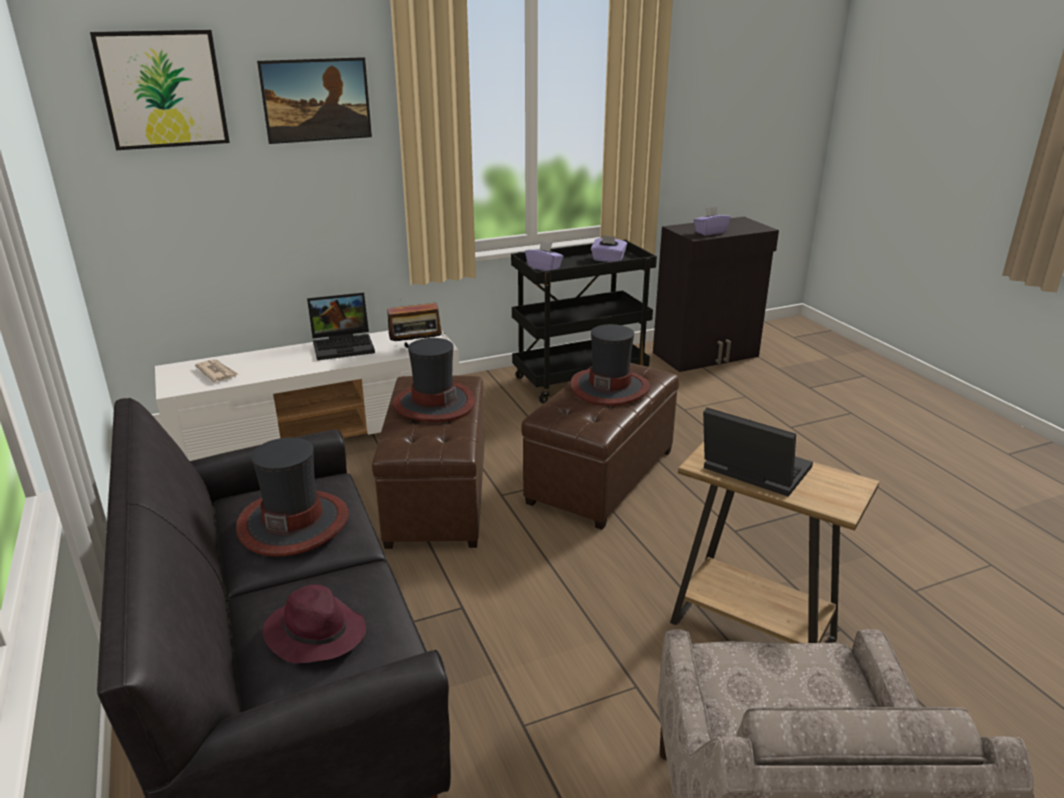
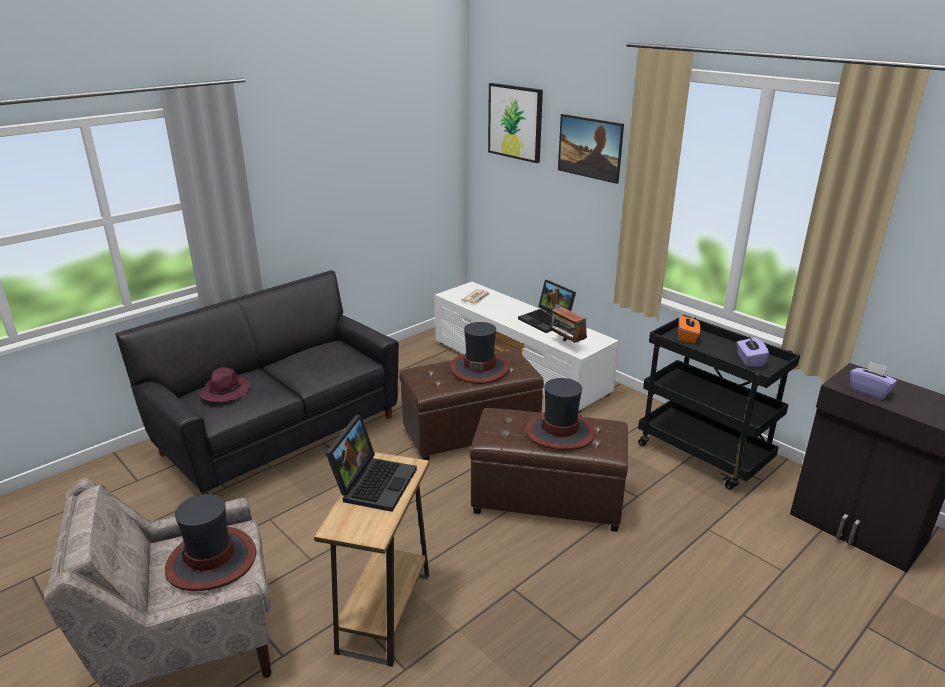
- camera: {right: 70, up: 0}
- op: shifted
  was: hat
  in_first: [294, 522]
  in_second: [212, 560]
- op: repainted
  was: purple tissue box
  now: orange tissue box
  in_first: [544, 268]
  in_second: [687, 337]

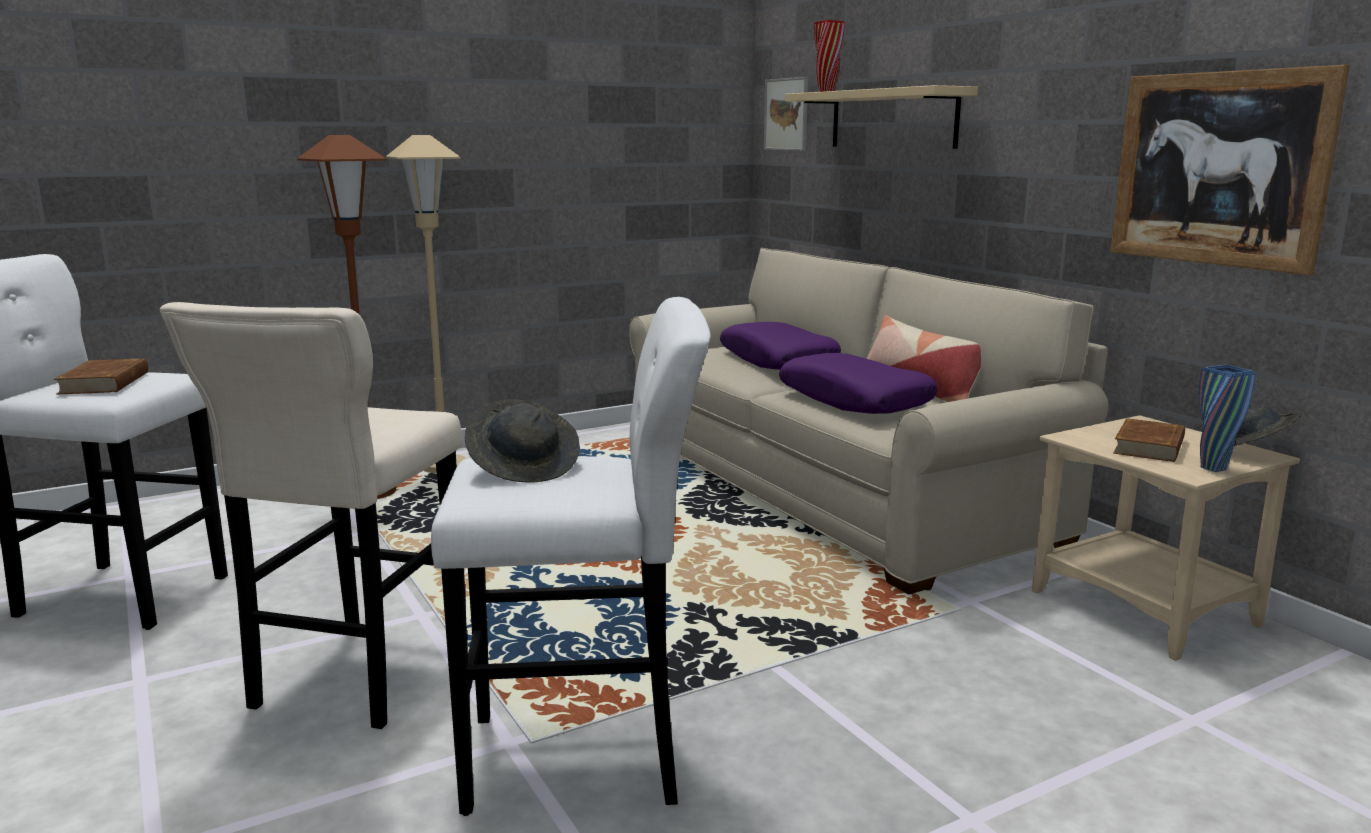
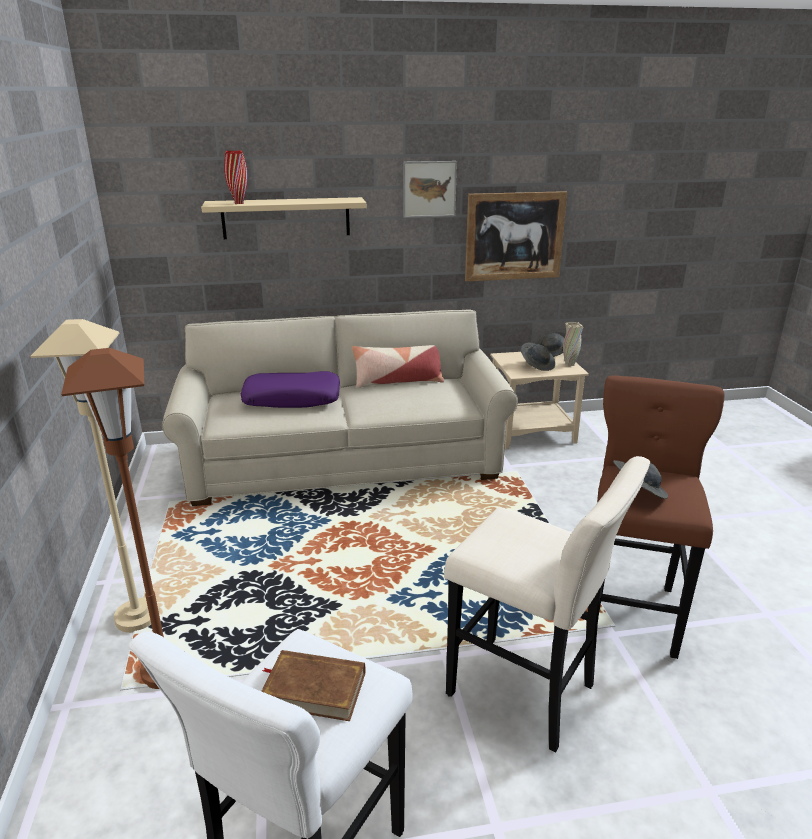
- camera: {right: -70, up: 10}
- op: gone
  was: purple pillow
  in_first: [855, 400]
- op: shifted
  was: picture
  in_first: [786, 114]
  in_second: [429, 189]
- op: swapped
  was: brown book
  now: grey hat
  in_first: [1149, 446]
  in_second: [537, 365]
- op: repainted
  was: white stool
  now: brown stool
  in_first: [586, 758]
  in_second: [630, 609]
- op: repainted
  was: blue vase
  now: beige vase
  in_first: [1213, 468]
  in_second: [569, 364]

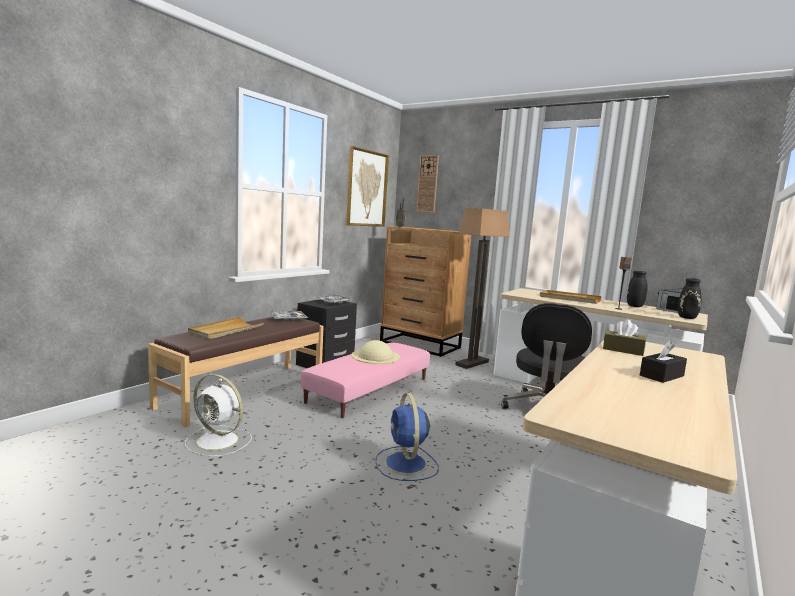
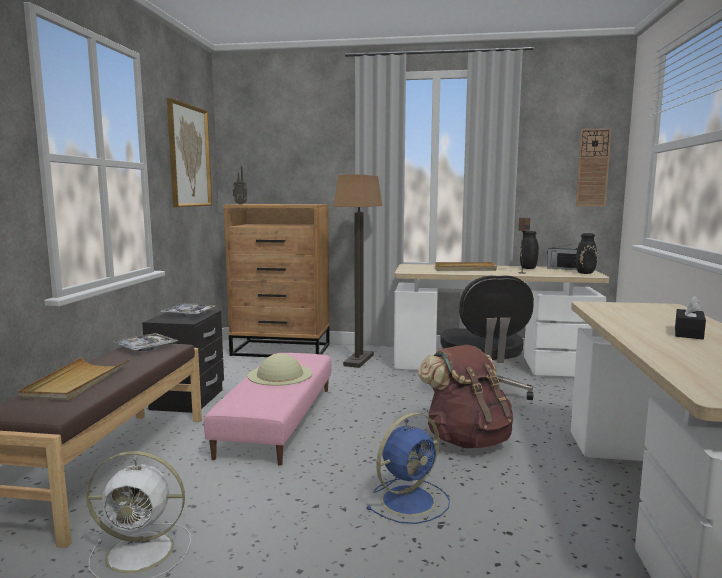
- camera: {right: -25, up: 0}
- op: gone
  was: brown tissue box
  in_first: [623, 350]
- op: new
  now: brown backpack
  in_second: [467, 440]
- op: shifted
  was: wall clock
  in_first: [427, 184]
  in_second: [592, 168]
- op: rotated
  was: blue fan
  in_first: [406, 464]
  in_second: [410, 500]
  clockwise: -90

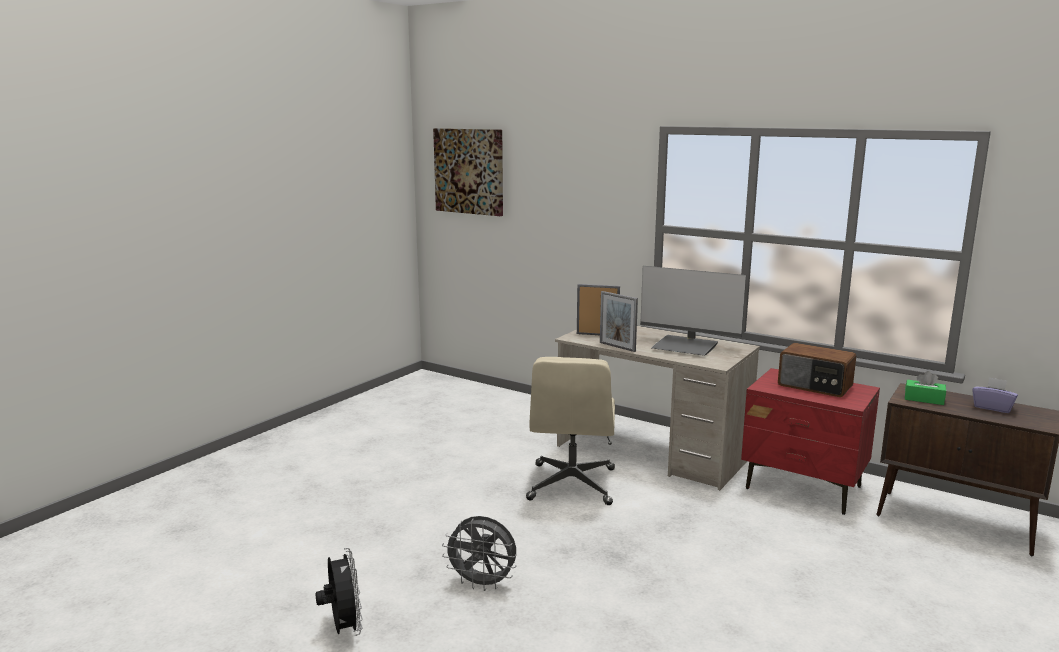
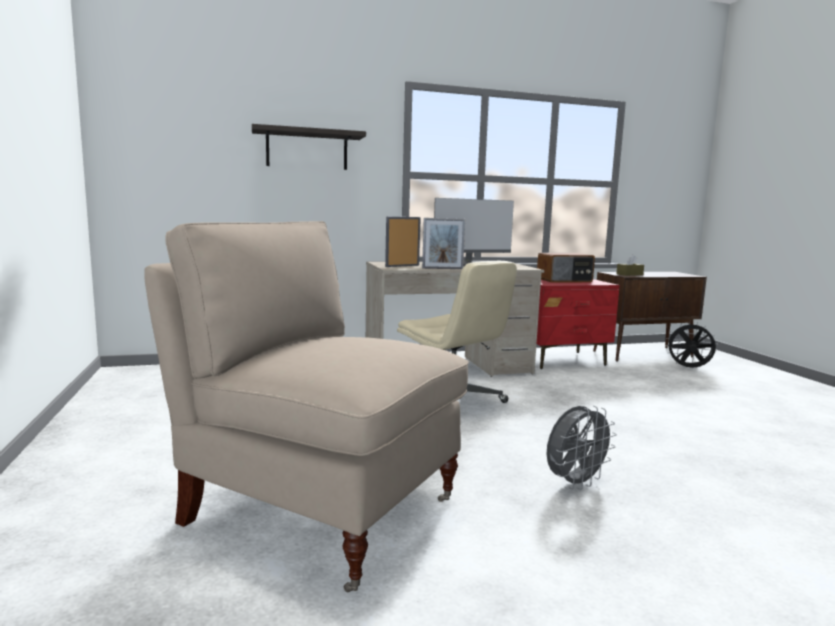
- camera: {right: -50, up: -5}
- op: gone
  was: picture
  in_first: [469, 171]
- op: gone
  was: purple tissue box
  in_first: [992, 407]
- op: new
  now: beige chair
  in_second: [317, 510]
- op: new
  now: shelf
  in_second: [307, 150]
- op: shifted
  was: black fan
  in_first: [343, 629]
  in_second: [688, 368]
- op: repainted
  was: green tissue box
  now: brown tissue box
  in_first: [924, 399]
  in_second: [629, 274]

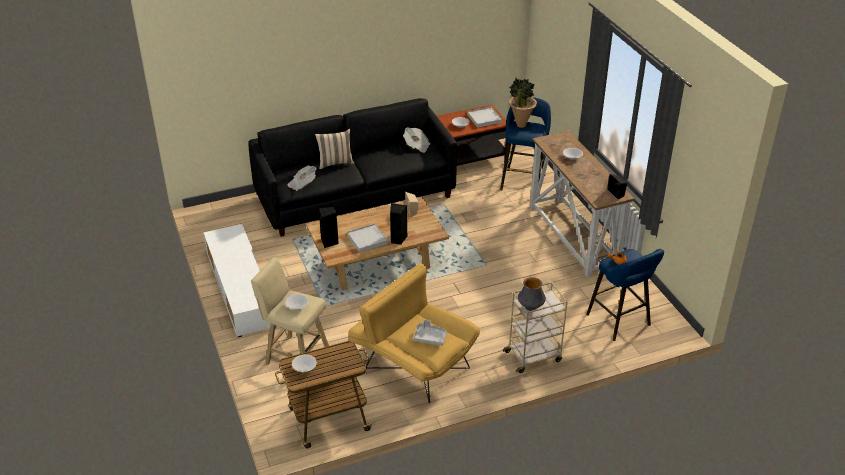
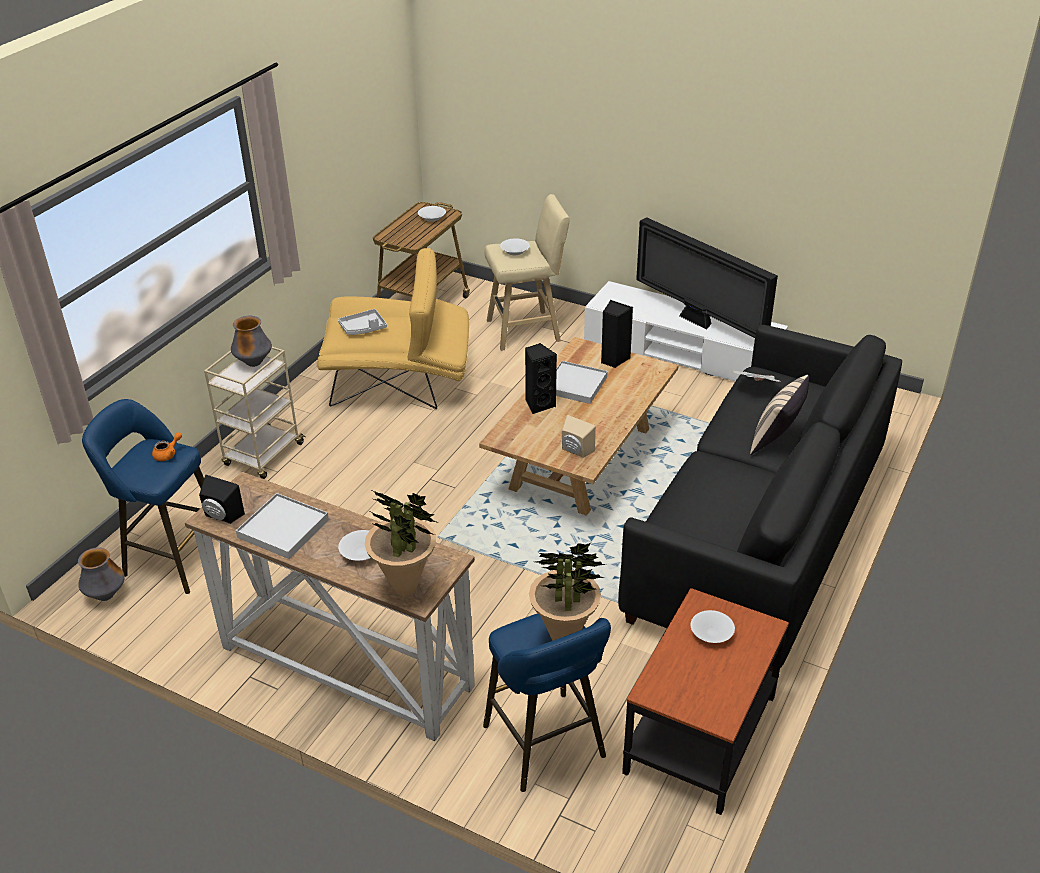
- camera: {right: 140, up: 0}
- op: gone
  was: newspaper
  in_first: [416, 146]
- op: new
  now: vase
  in_second: [106, 595]
- op: new
  now: potted plant
  in_second: [406, 588]
- op: new
  now: television
  in_second: [698, 322]
- op: shifted
  was: white tray
  in_first: [484, 118]
  in_second: [283, 528]

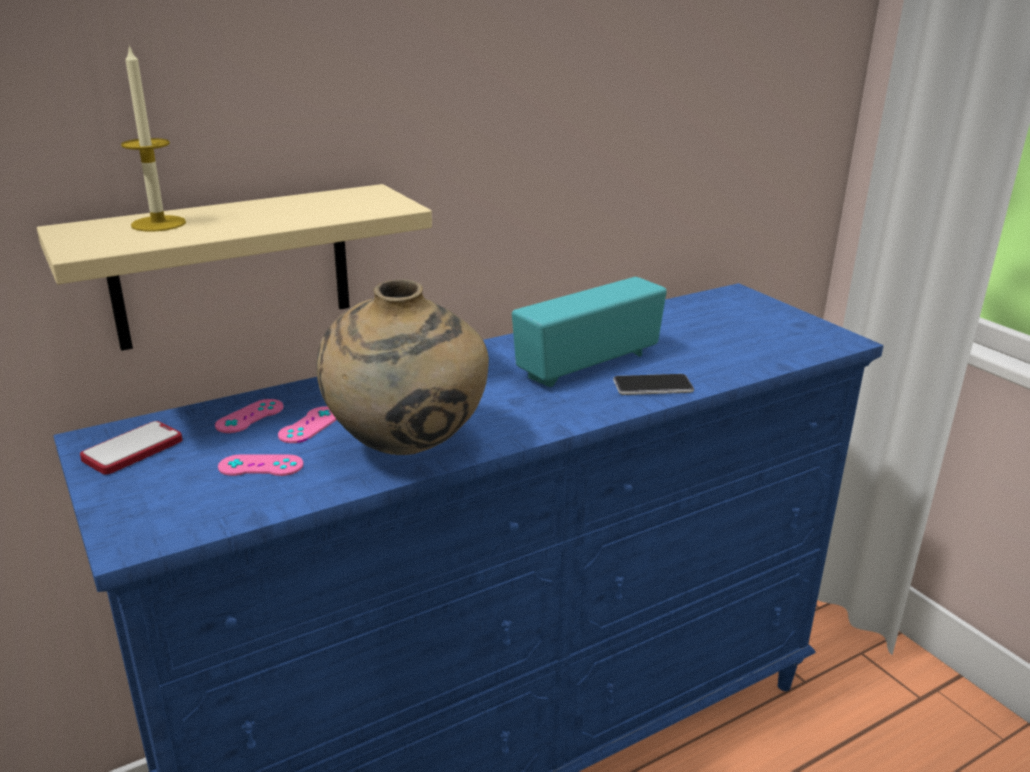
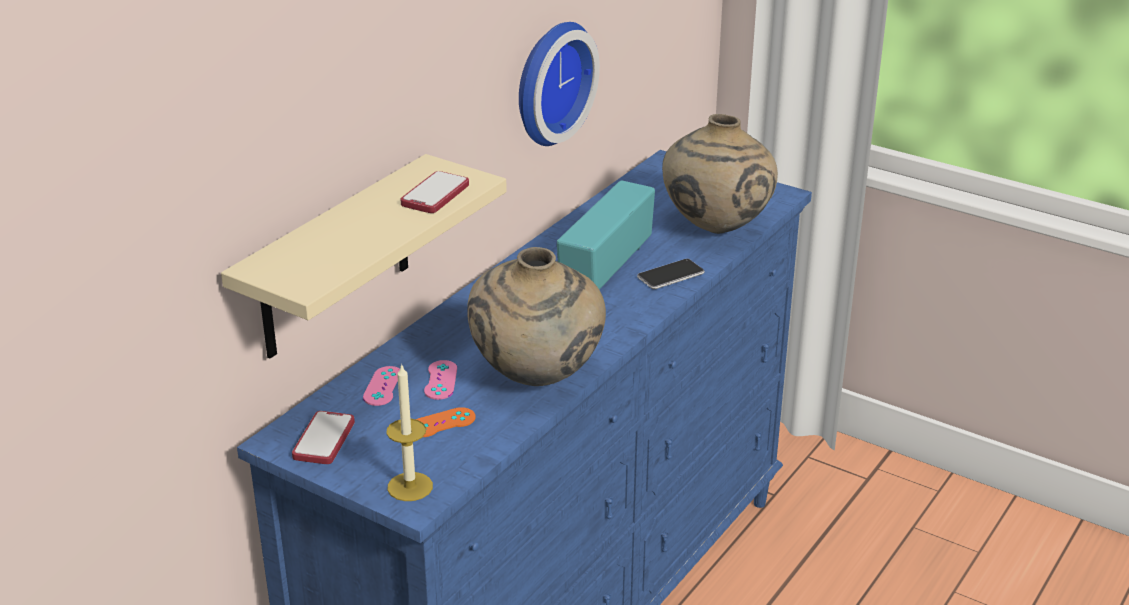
- camera: {right: -25, up: 5}
- op: new
  now: phone
  in_second: [435, 195]
- op: new
  now: wall clock
  in_second: [548, 81]
- op: new
  now: beige vase
  in_second: [715, 230]
- op: shifted
  was: candle
  in_first: [158, 224]
  in_second: [410, 486]
- op: repainted
  was: pink game controller
  now: orange game controller
  in_first: [261, 466]
  in_second: [442, 423]

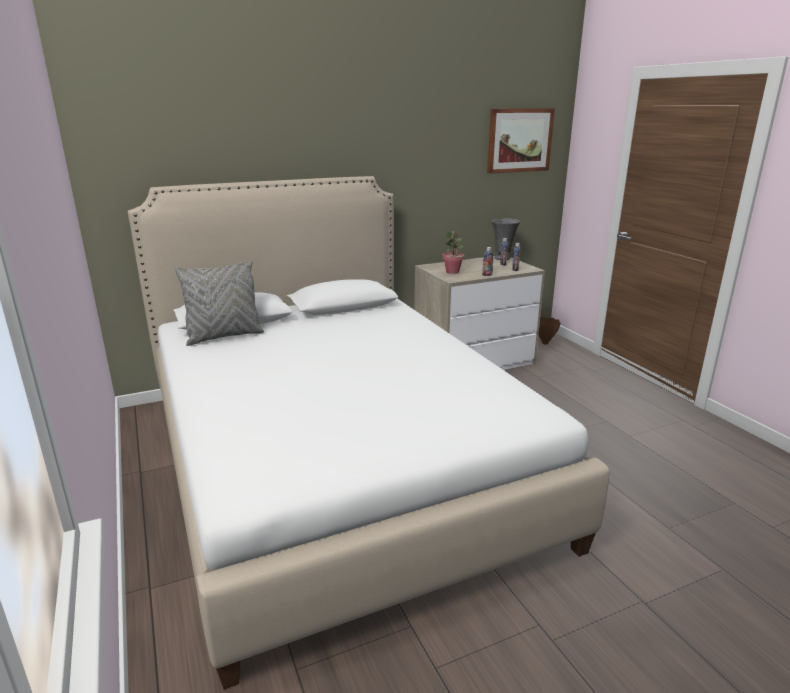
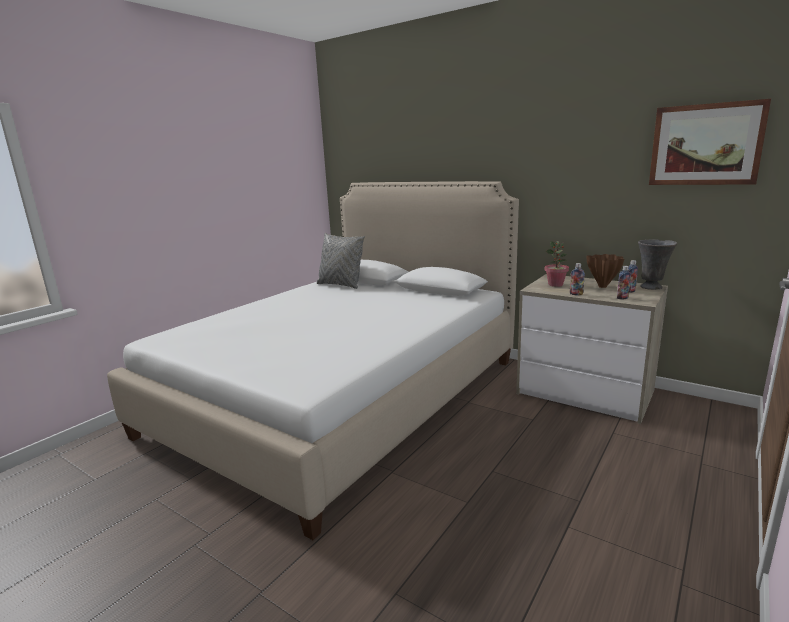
- camera: {right: 60, up: -5}
- op: shifted
  was: brown vase
  in_first: [545, 343]
  in_second: [603, 286]

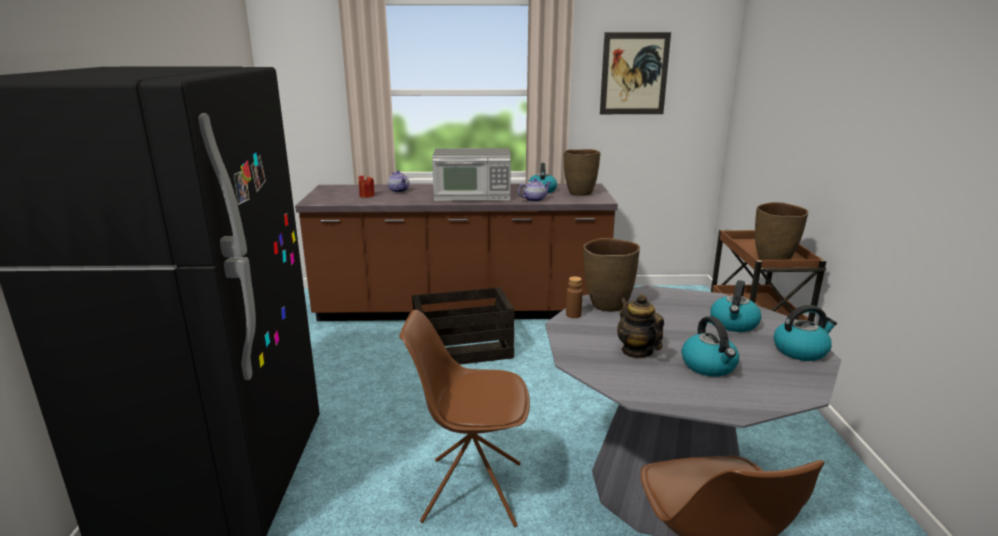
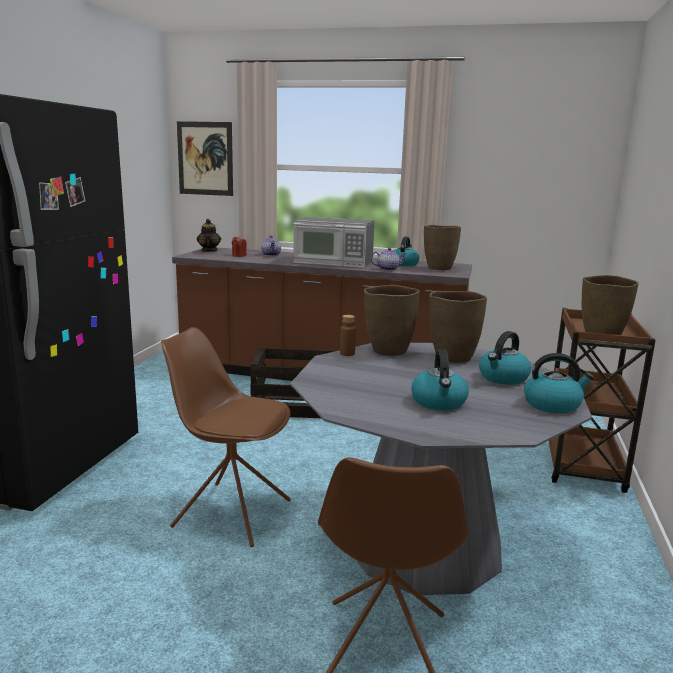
- camera: {right: 15, up: -5}
- op: new
  now: brown vase
  in_second: [452, 358]
- op: shifted
  was: picture
  in_first: [634, 74]
  in_second: [205, 158]
- op: shifted
  was: teapot
  in_first: [637, 351]
  in_second: [209, 251]

